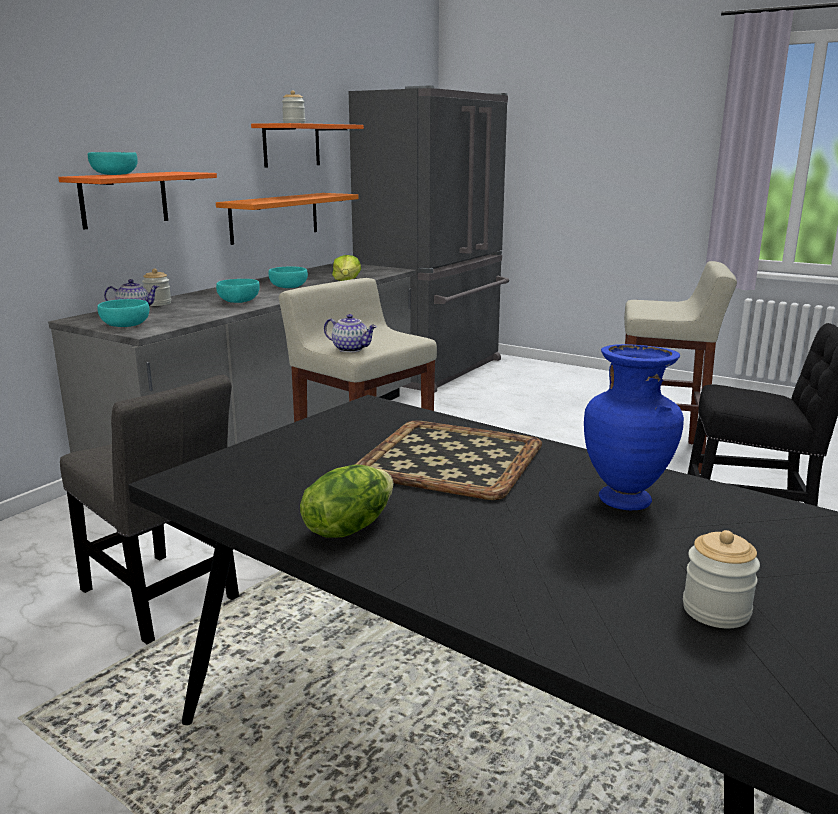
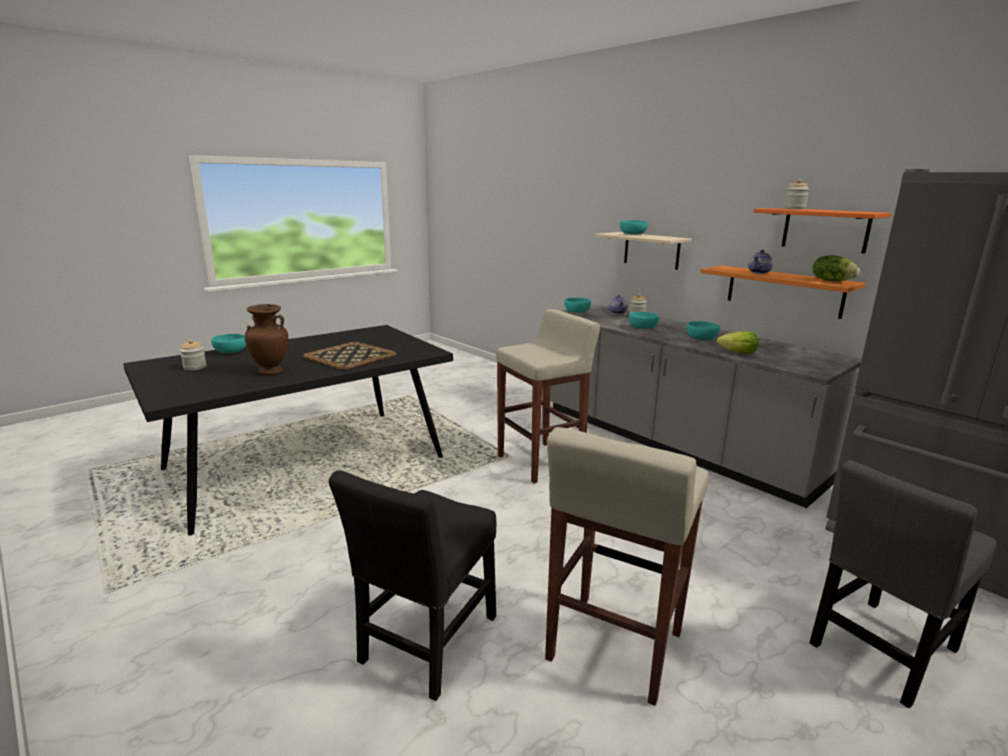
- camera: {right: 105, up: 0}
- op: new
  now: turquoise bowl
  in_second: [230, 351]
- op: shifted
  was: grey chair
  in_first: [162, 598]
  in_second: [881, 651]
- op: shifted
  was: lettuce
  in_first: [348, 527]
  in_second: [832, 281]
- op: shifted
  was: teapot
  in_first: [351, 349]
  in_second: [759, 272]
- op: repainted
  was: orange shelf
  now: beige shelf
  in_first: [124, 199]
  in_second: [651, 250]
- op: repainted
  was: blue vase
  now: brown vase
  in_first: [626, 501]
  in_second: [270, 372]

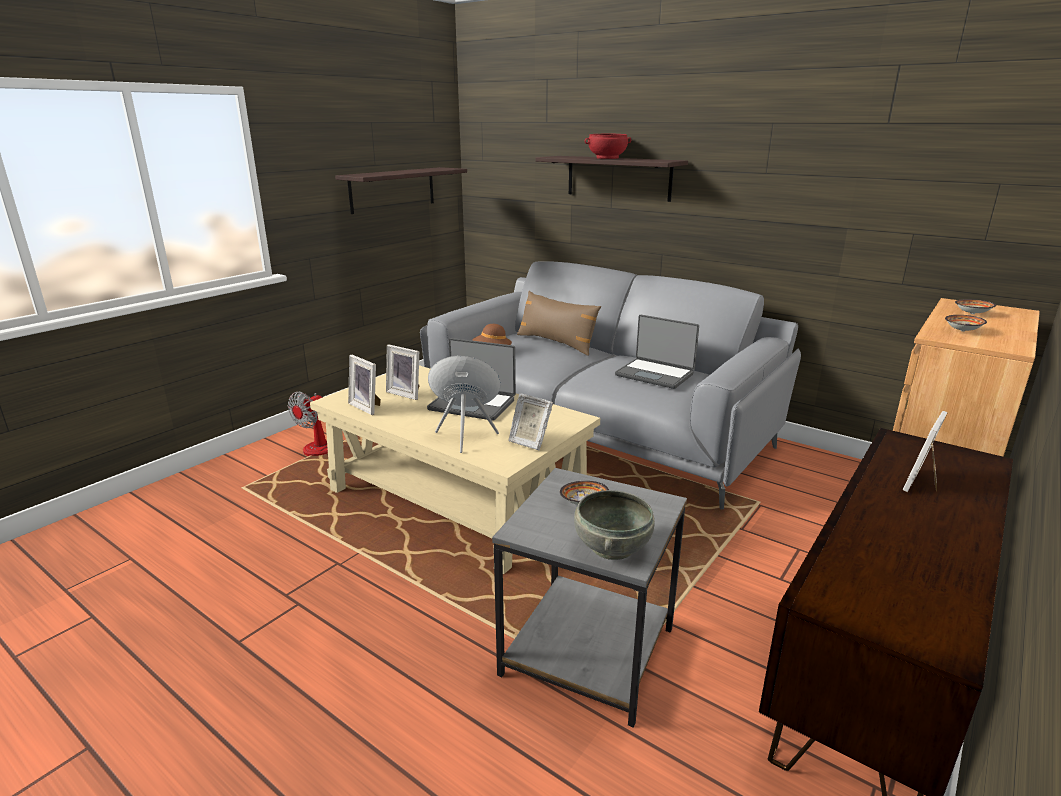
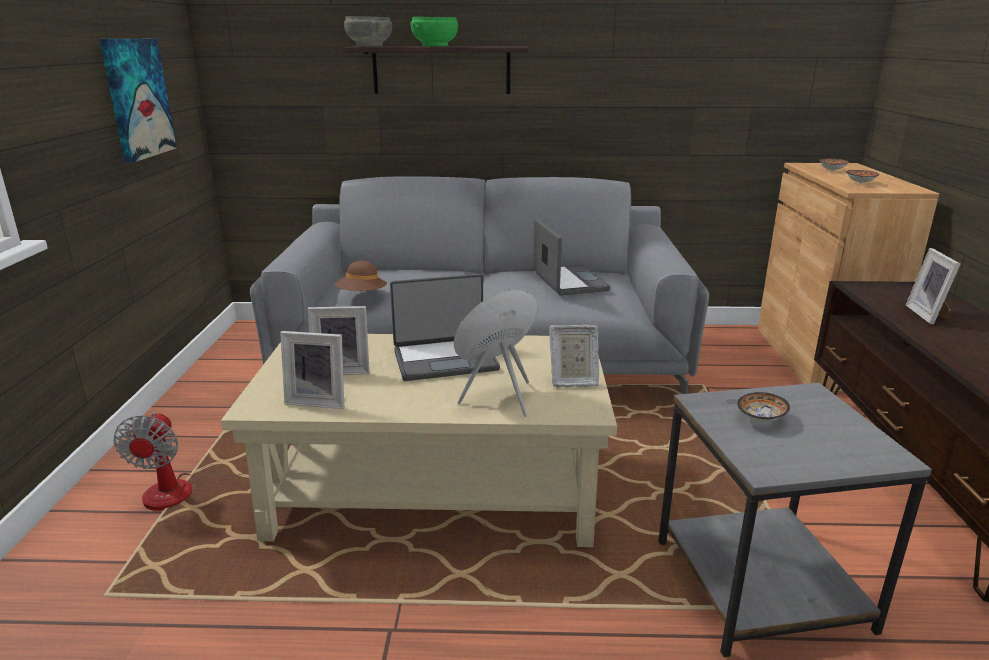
- camera: {right: -35, up: 0}
- op: gone
  was: brown pillow
  in_first: [556, 343]
- op: shifted
  was: grey bowl
  in_first: [611, 546]
  in_second: [368, 46]
- op: swapped
  was: shelf
  now: picture
  in_first: [392, 189]
  in_second: [137, 98]
- op: repainted
  was: red bowl
  now: green bowl
  in_first: [607, 158]
  in_second: [434, 46]
- op: rotated
  was: laptop
  in_first: [655, 374]
  in_second: [568, 282]
  clockwise: -105

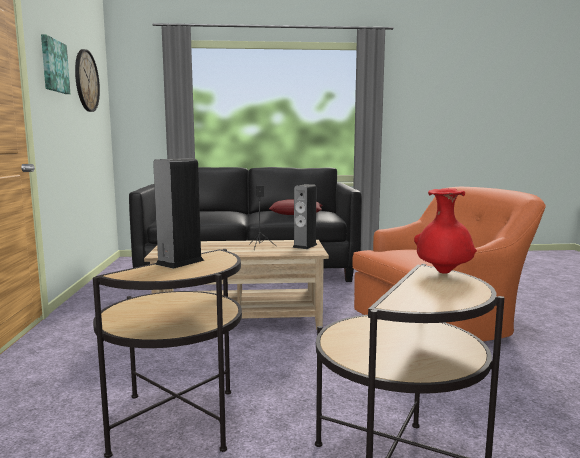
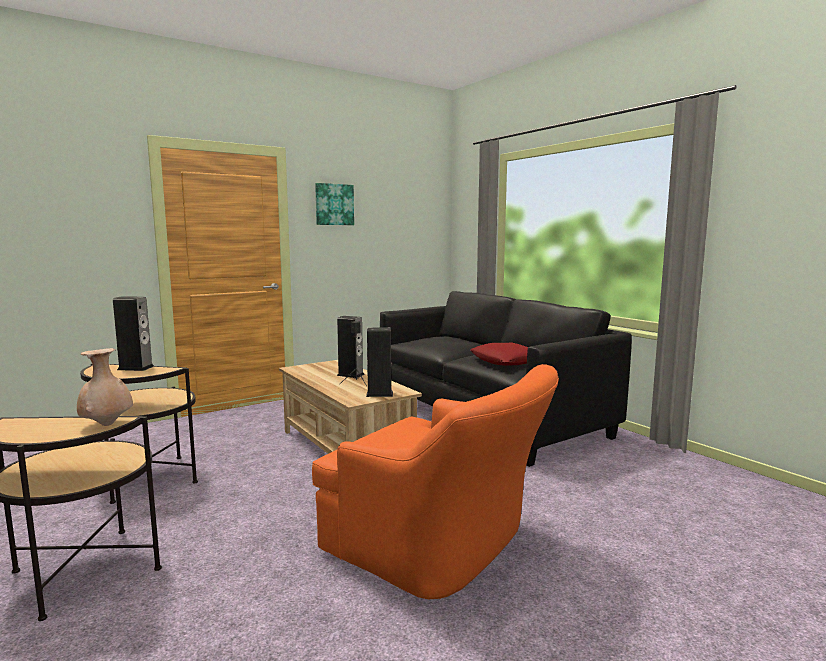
- camera: {right: 60, up: 0}
- op: gone
  was: wall clock
  in_first: [86, 81]
- op: new
  now: speaker
  in_second: [350, 375]
- op: repainted
  was: red vase
  now: beige vase
  in_first: [443, 273]
  in_second: [107, 425]

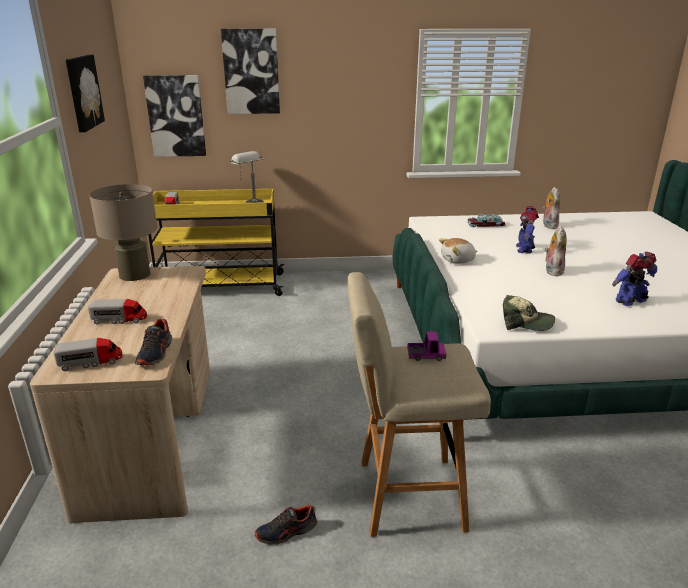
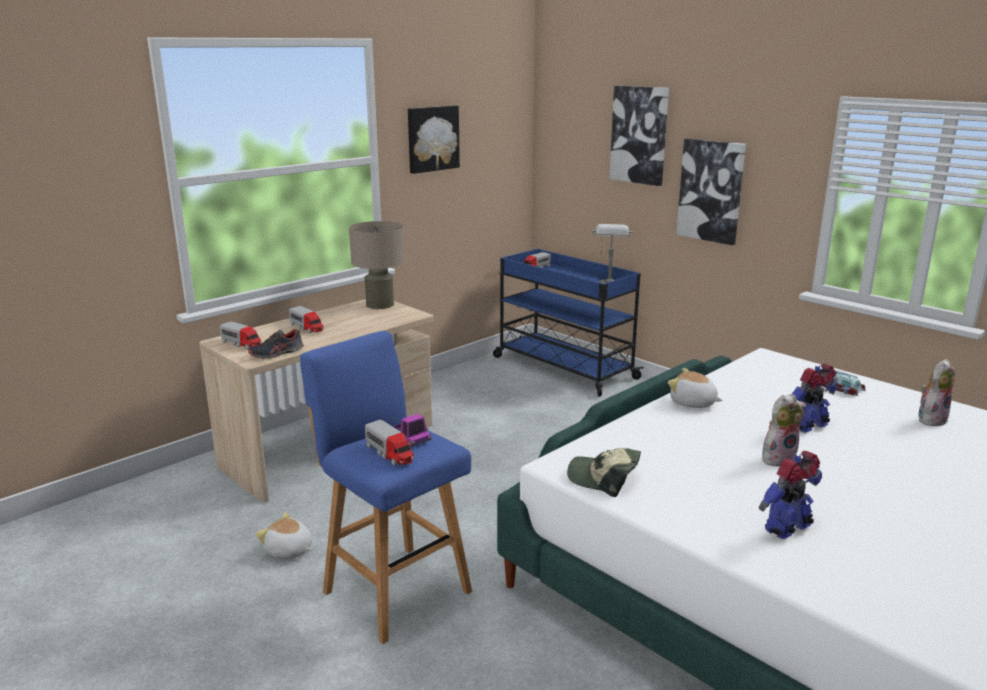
- camera: {right: 50, up: -5}
- op: new
  now: toy truck
  in_second: [390, 453]
- op: shifted
  was: picture
  in_first: [176, 116]
  in_second: [711, 191]
- op: swapped
  was: shoe
  now: plush toy
  in_first: [286, 532]
  in_second: [288, 551]
- op: repainted
  was: yellow cart
  now: blue cart
  in_first: [218, 286]
  in_second: [562, 367]
- op: repainted
  was: beige stool
  now: blue stool
  in_first: [406, 495]
  in_second: [394, 589]
- op: rotated
  was: cap
  in_first: [526, 322]
  in_second: [603, 478]
  clockwise: 135
- op: rotated
  was: toy robot
  in_first: [631, 301]
  in_second: [789, 528]
  clockwise: -60

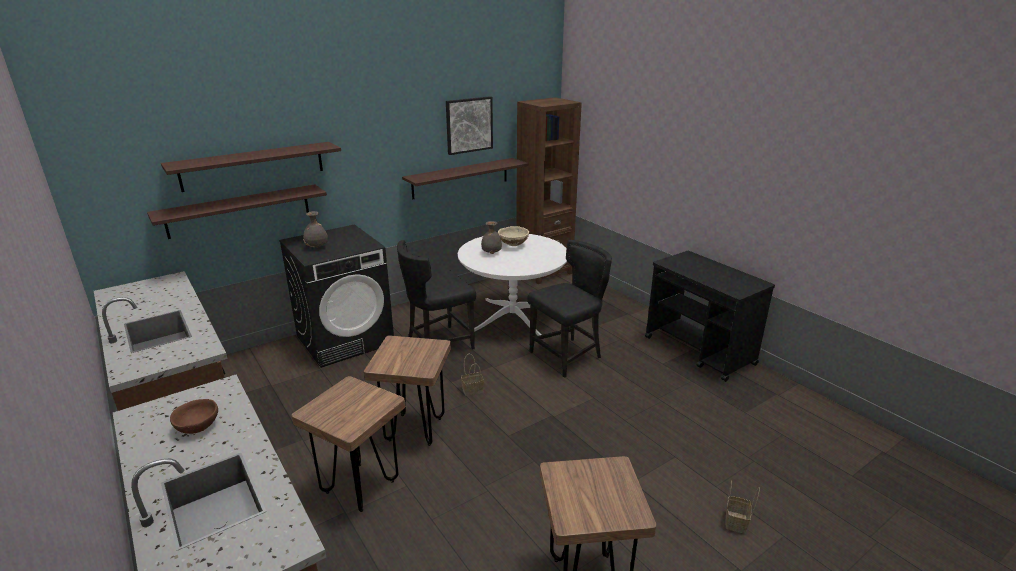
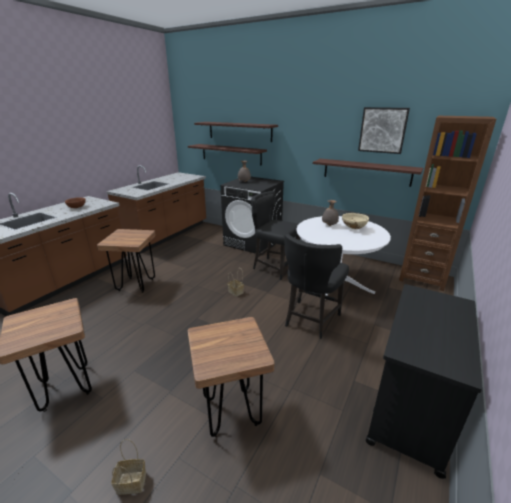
- camera: {right: 65, up: 0}
- op: shifted
  was: brown stool
  in_first: [415, 429]
  in_second: [231, 412]
- op: rotated
  was: black chair
  in_first: [567, 356]
  in_second: [310, 320]
  clockwise: 90

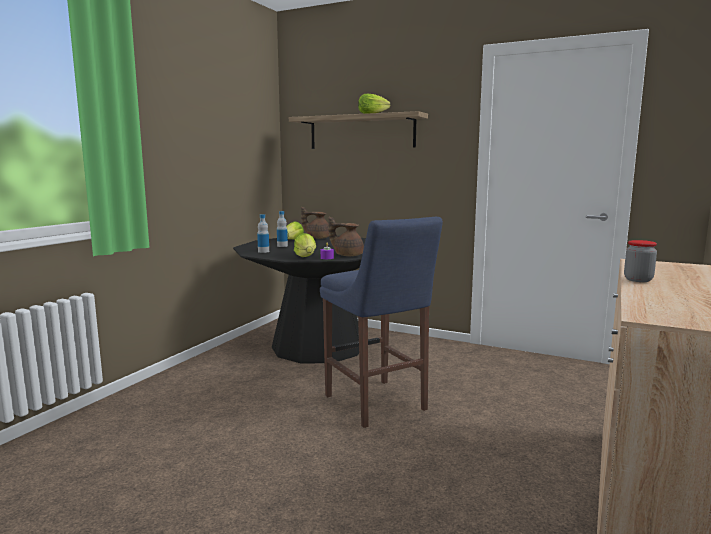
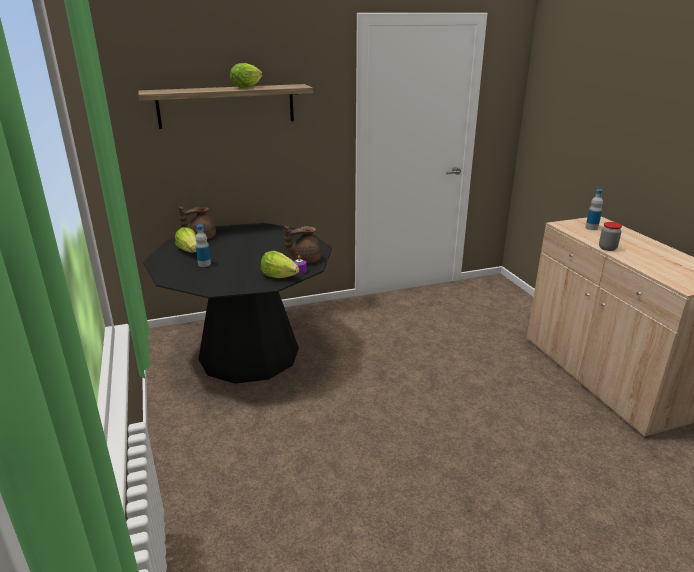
- camera: {right: -45, up: 15}
- op: gone
  was: blue stool
  in_first: [377, 404]
- op: shifted
  was: bottle
  in_first: [263, 251]
  in_second: [591, 228]

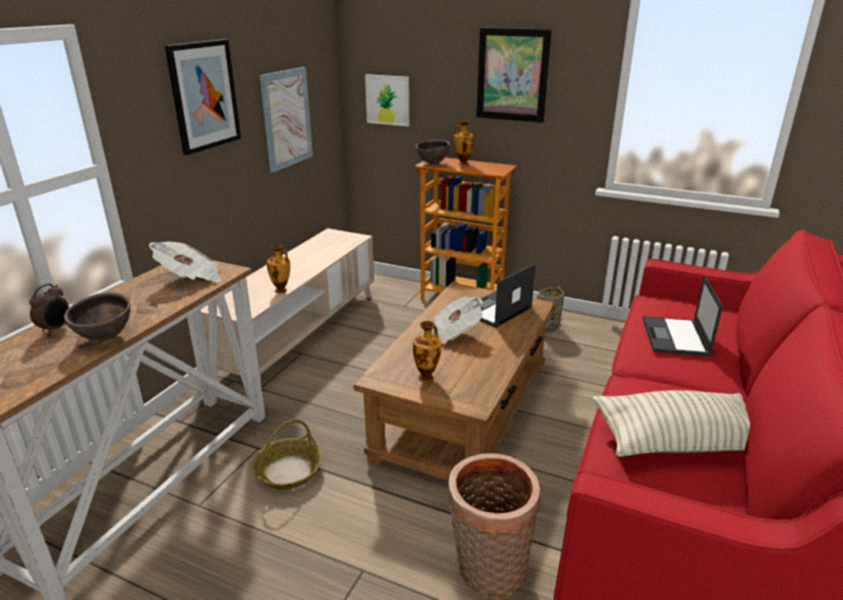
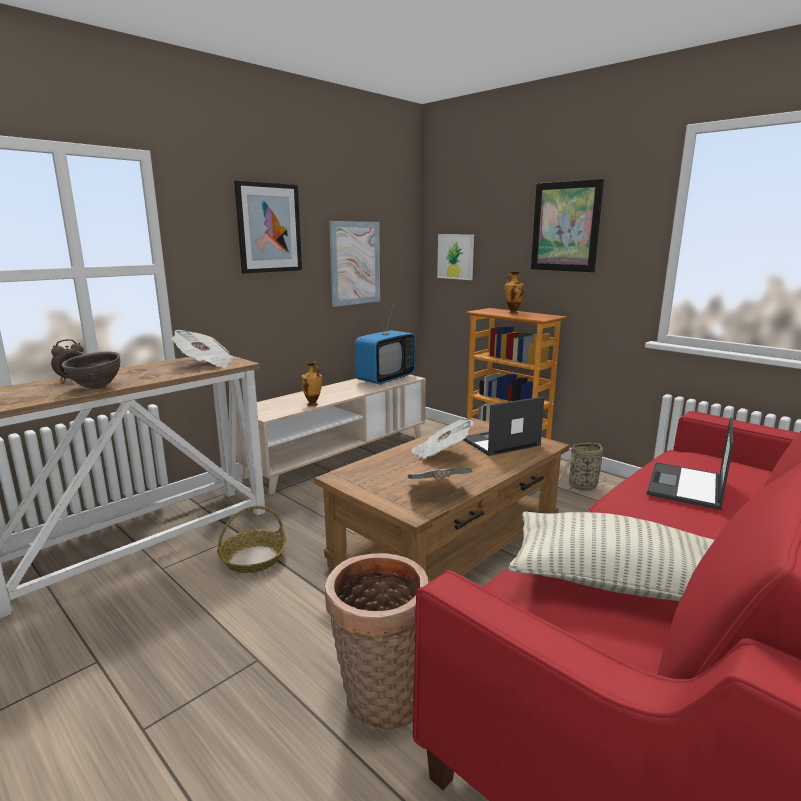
- camera: {right: 20, up: -10}
- op: gone
  was: vase
  in_first: [427, 377]
- op: gone
  was: brown bowl
  in_first: [432, 164]
- op: new
  now: television
  in_second: [385, 379]
- op: new
  now: newspaper
  in_second: [438, 490]

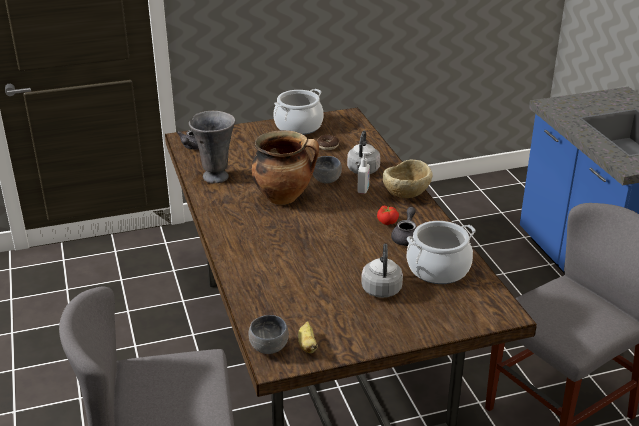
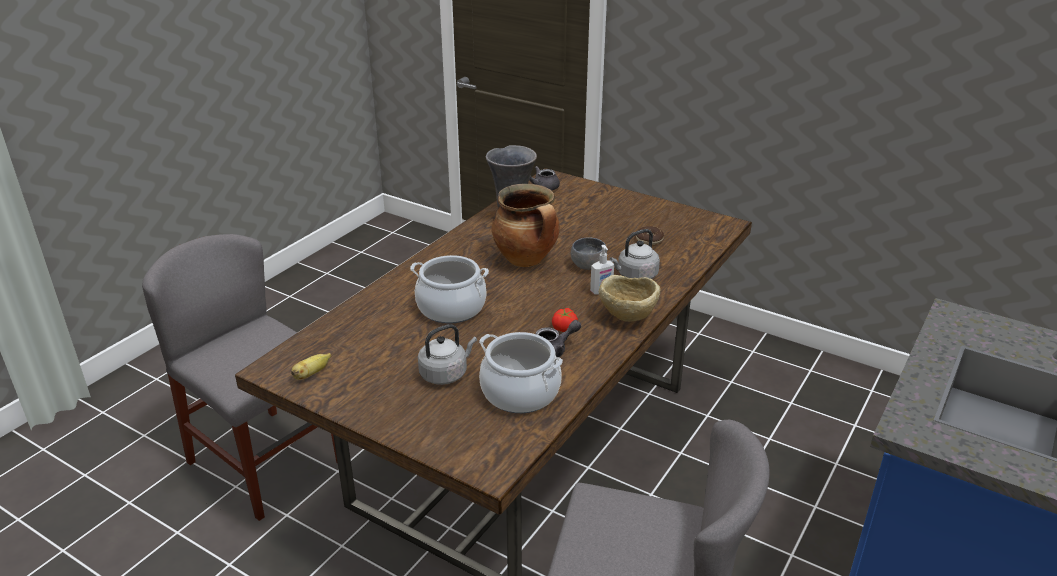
- camera: {right: 50, up: 0}
- op: gone
  was: grey bowl
  in_first: [269, 348]
- op: shifted
  was: cooking pot
  in_first: [298, 126]
  in_second: [451, 308]

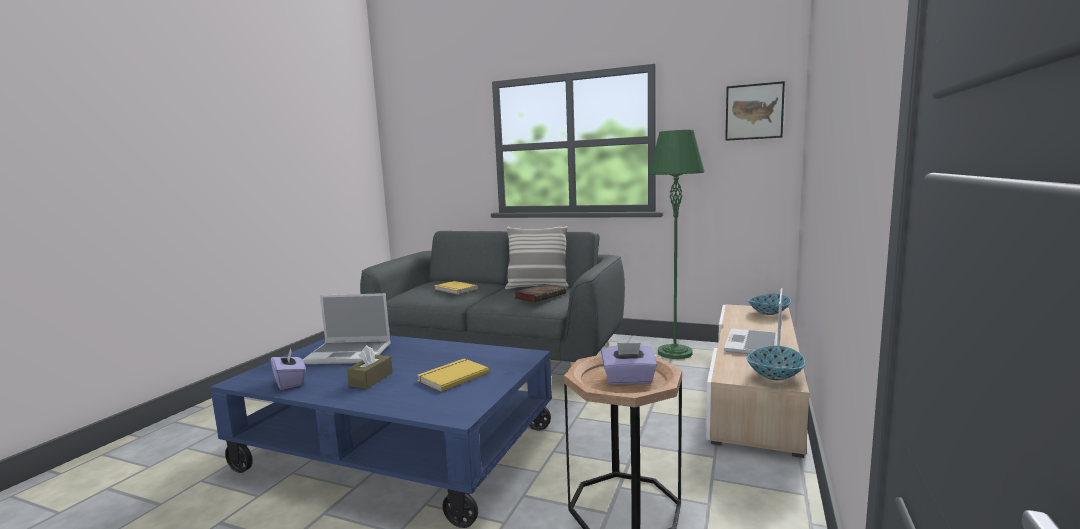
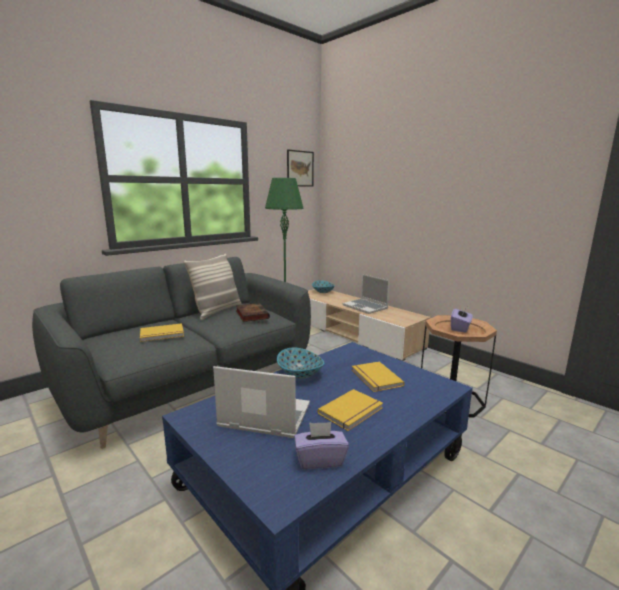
- camera: {right: -65, up: 5}
- op: shifted
  was: bowl
  in_first: [775, 376]
  in_second: [300, 373]
- op: swapped
  was: brown tissue box
  now: yellow book
  in_first: [371, 379]
  in_second: [352, 411]
- op: rotated
  was: laptop
  in_first: [350, 354]
  in_second: [263, 416]
  clockwise: -105

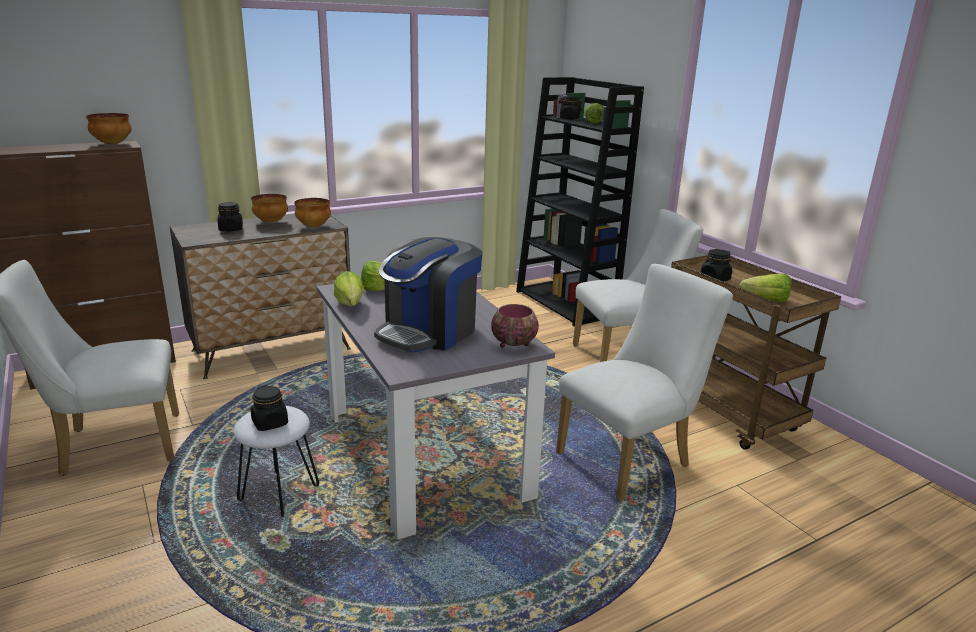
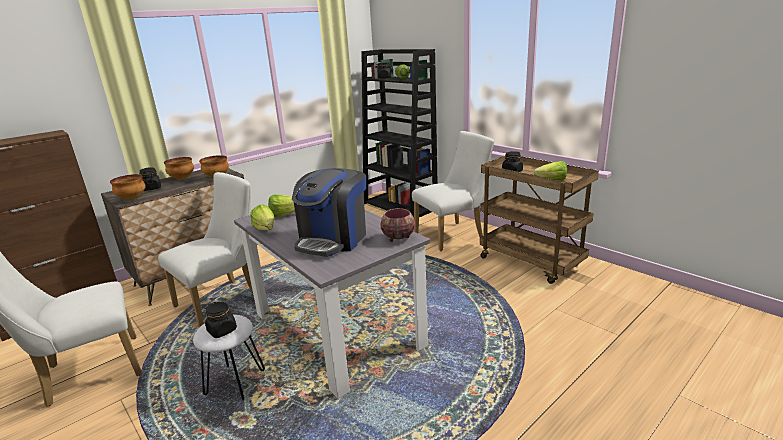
- camera: {right: -10, up: 0}
- op: shifted
  was: bowl
  in_first: [112, 144]
  in_second: [131, 198]
- op: shifted
  was: white chair
  in_first: [630, 458]
  in_second: [224, 300]

